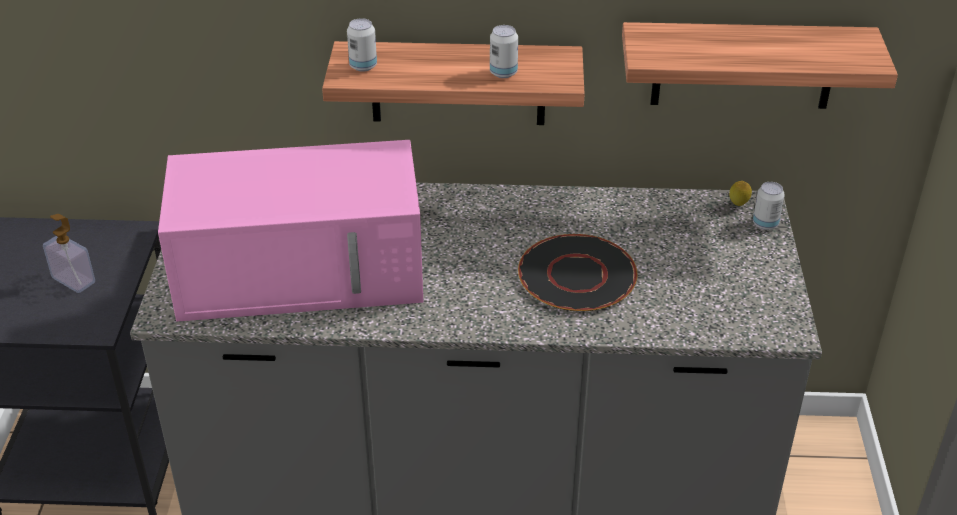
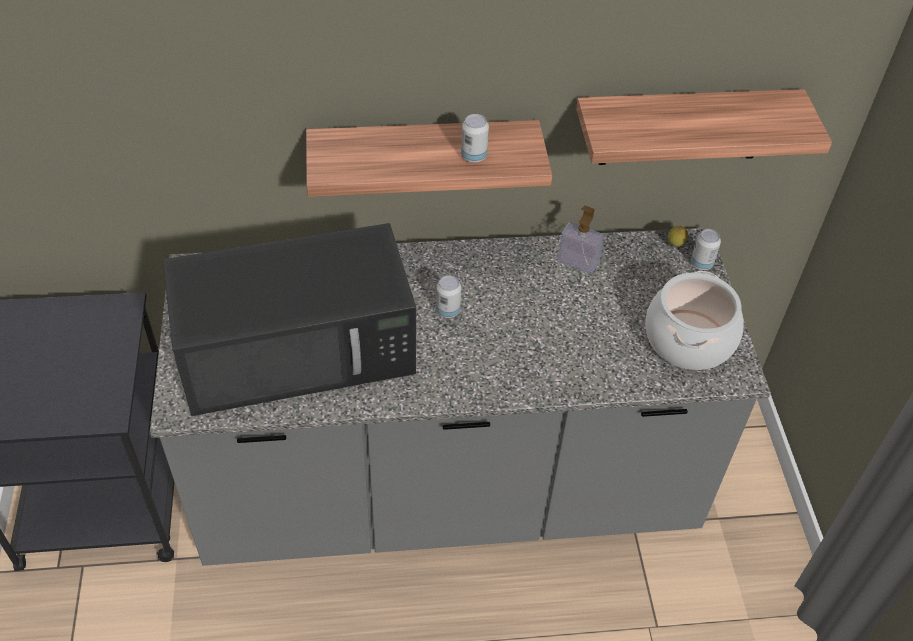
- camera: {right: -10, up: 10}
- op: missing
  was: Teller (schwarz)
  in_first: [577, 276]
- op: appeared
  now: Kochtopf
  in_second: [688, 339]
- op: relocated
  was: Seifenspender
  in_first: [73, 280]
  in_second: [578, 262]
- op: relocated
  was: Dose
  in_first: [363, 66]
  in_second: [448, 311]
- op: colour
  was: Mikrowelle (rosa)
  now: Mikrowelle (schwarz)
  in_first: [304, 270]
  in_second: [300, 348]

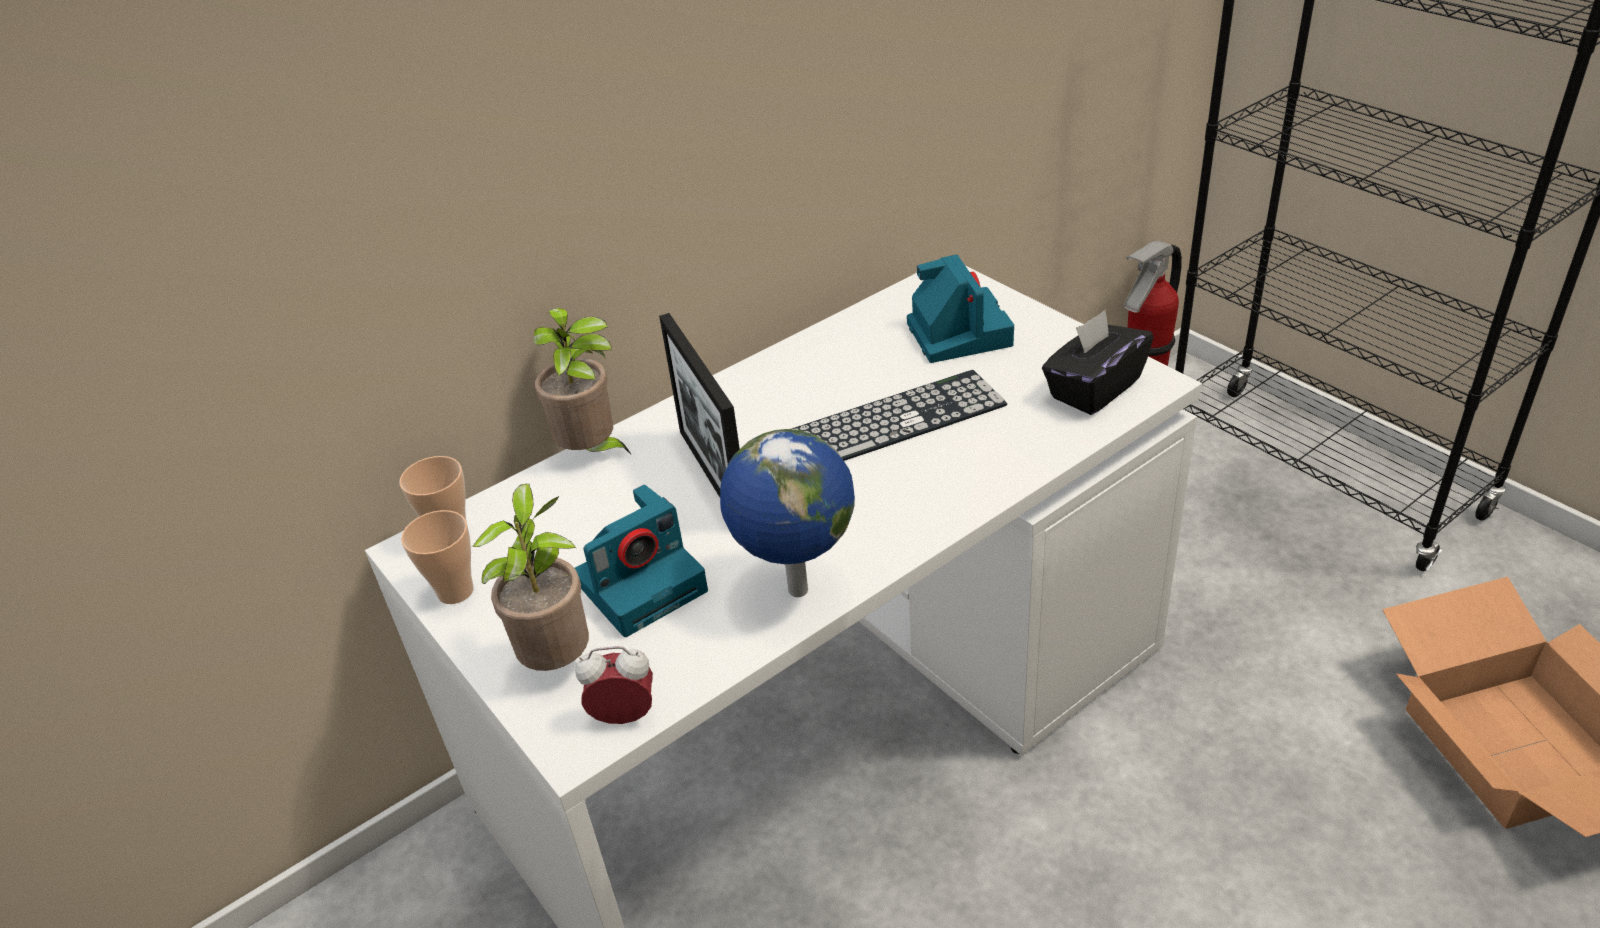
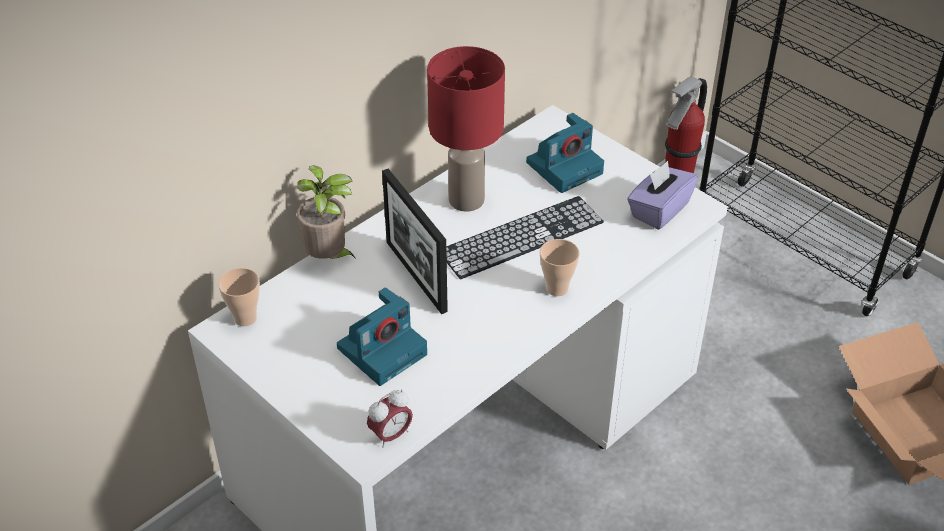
- camera: {right: -10, up: 5}
- op: missing
  was: Topfpflanze
  in_first: [560, 660]
- op: missing
  was: Globus
  in_first: [795, 591]
- op: appeared
  now: Tischlampe (rot)
  in_second: [465, 200]
- op: relocated
  was: Tasse
  in_first: [455, 591]
  in_second: [557, 288]
- op: colour
  was: Taschentuchbox (schwarz)
  now: Taschentuchbox (lila)
  in_first: [1094, 389]
  in_second: [659, 210]
- op: spun
  was: Wecker
  in_first: [625, 716]
  in_second: [391, 435]
  clockwise: 150
- op: spun
  was: Kamera
  in_first: [957, 333]
  in_second: [565, 167]
  clockwise: 75

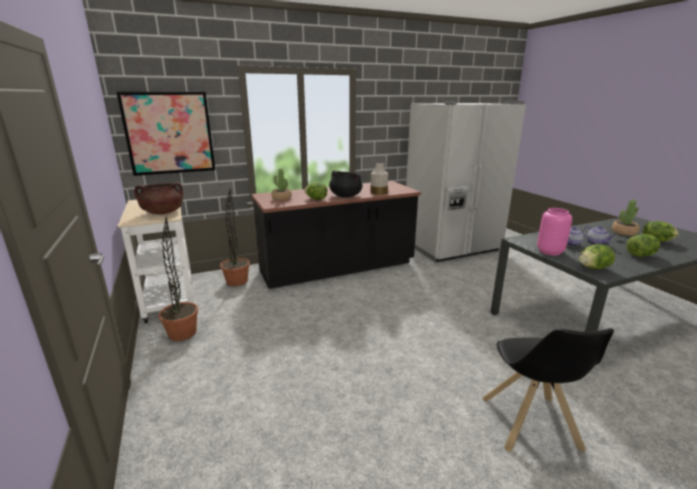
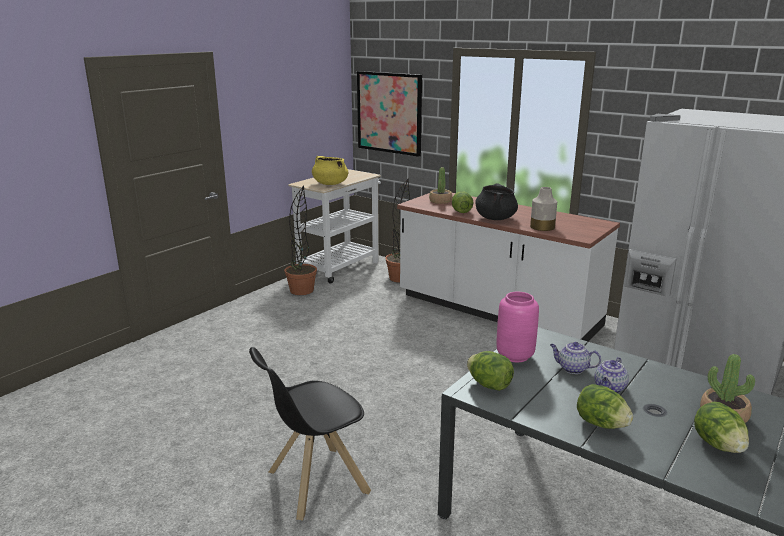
- camera: {right: 60, up: 0}
- op: colour
  was: Kochtopf (braun)
  now: Kochtopf (gelb)
  in_first: [163, 212]
  in_second: [330, 184]
- op: colour
  was: Küchenzeile (schwarz)
  now: Küchenzeile (weiß)
  in_first: [337, 268]
  in_second: [496, 311]

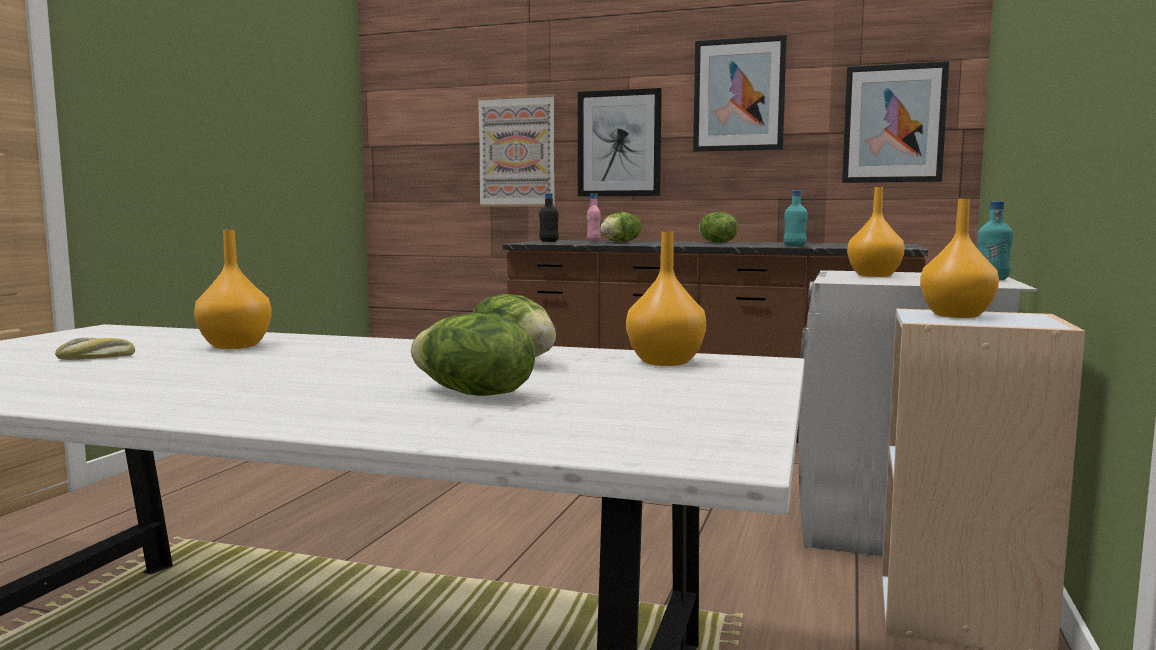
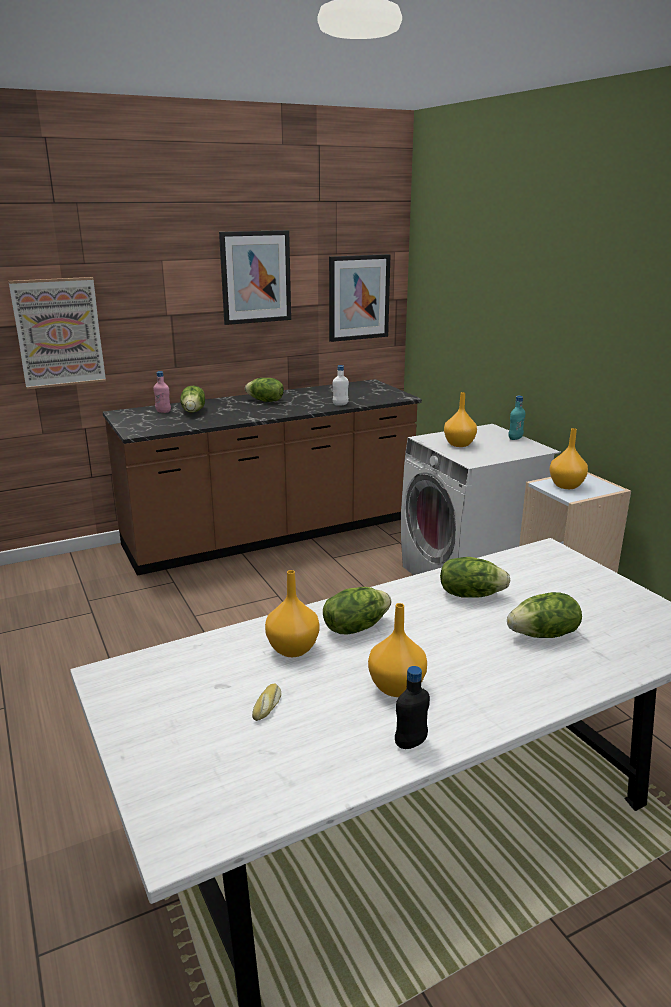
- camera: {right: -45, up: 15}
- op: missing
  was: Bild
  in_first: [619, 143]
- op: appeared
  now: Salatkopf
  in_second: [355, 627]
- op: relocated
  was: Flasche (schwarz)
  in_first: [548, 241]
  in_second: [411, 743]
- op: relocated
  was: Vase (orange)
  in_first: [666, 362]
  in_second: [396, 686]
- op: colour
  was: Flasche (türkis)
  now: Flasche (weiß)
  in_first: [794, 246]
  in_second: [340, 404]

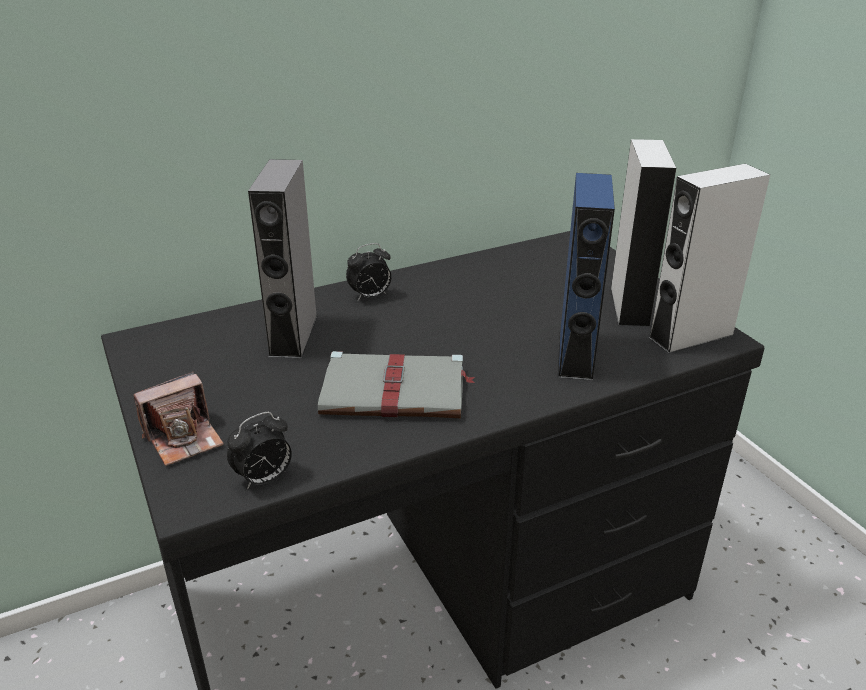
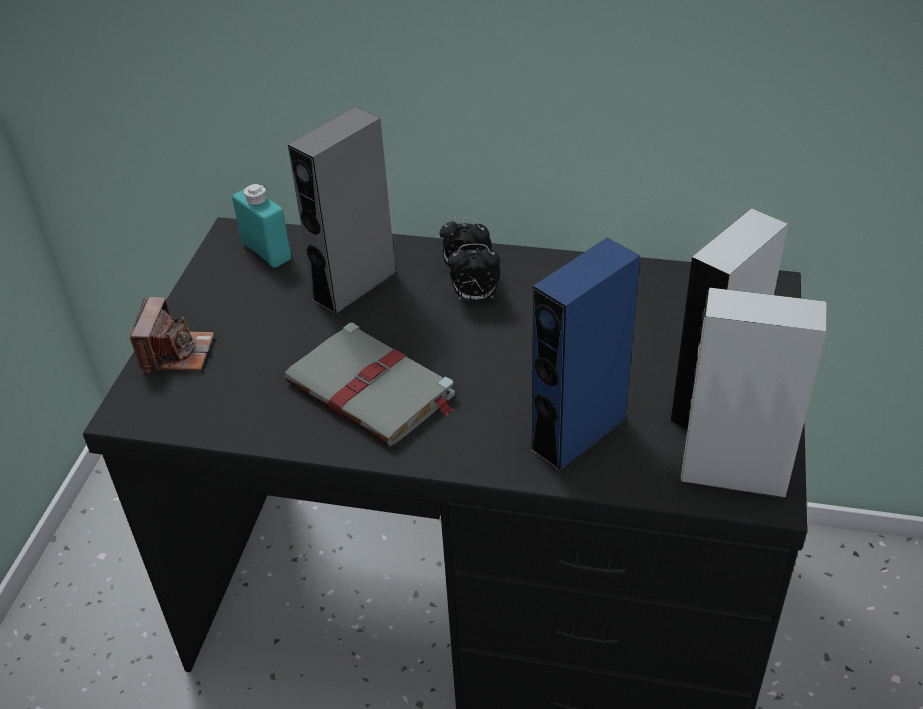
- camera: {right: 40, up: 10}
- op: appeared
  now: Flasche (türkis)
  in_second: [266, 251]
- op: relocated
  was: Wecker
  in_first: [264, 479]
  in_second: [475, 298]
- op: spun
  was: Kamera
  in_first: [184, 438]
  in_second: [176, 352]
  clockwise: -90

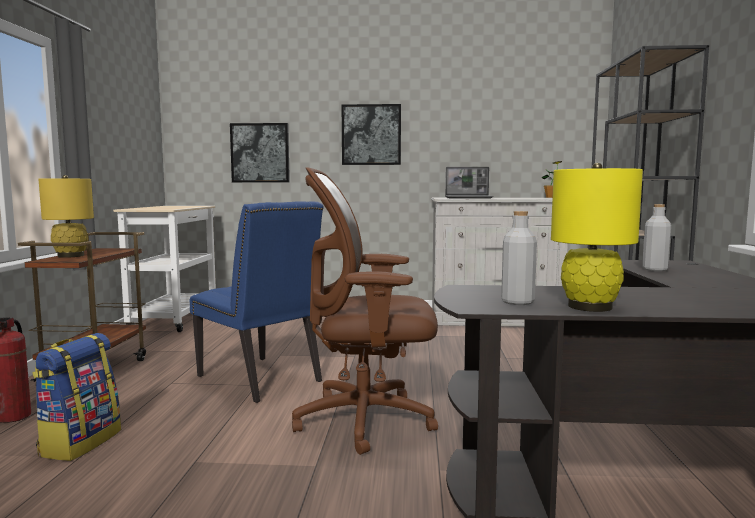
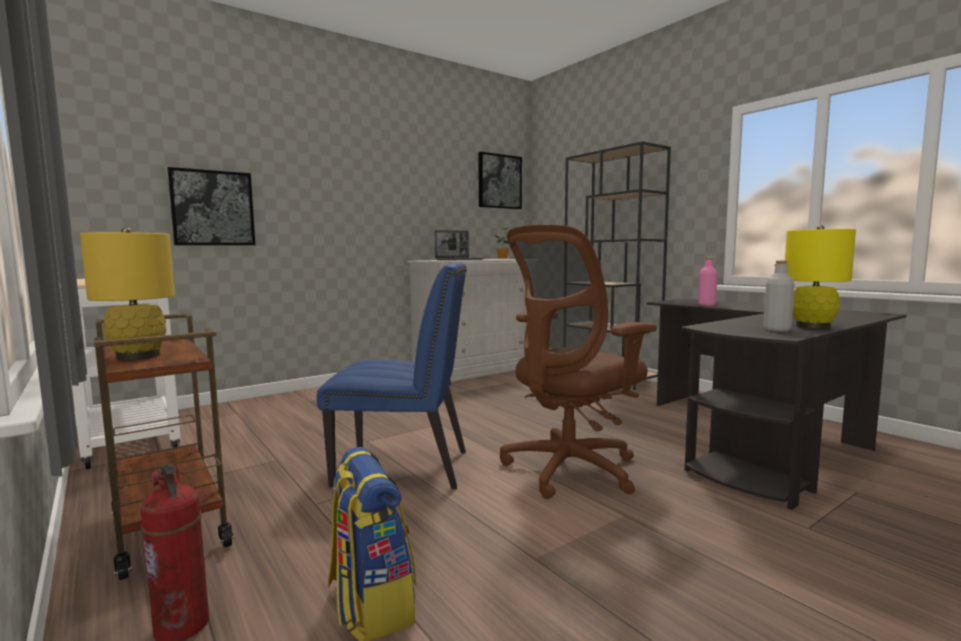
- camera: {right: -40, up: 0}
- op: relocated
  was: Bild
  in_first: [371, 135]
  in_second: [499, 181]
- op: colour
  was: Flasche (grau)
  now: Flasche (rosa)
  in_first: [655, 269]
  in_second: [706, 305]

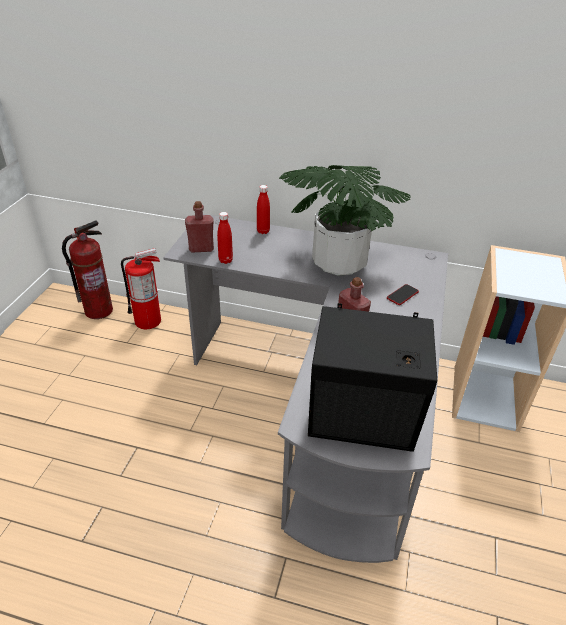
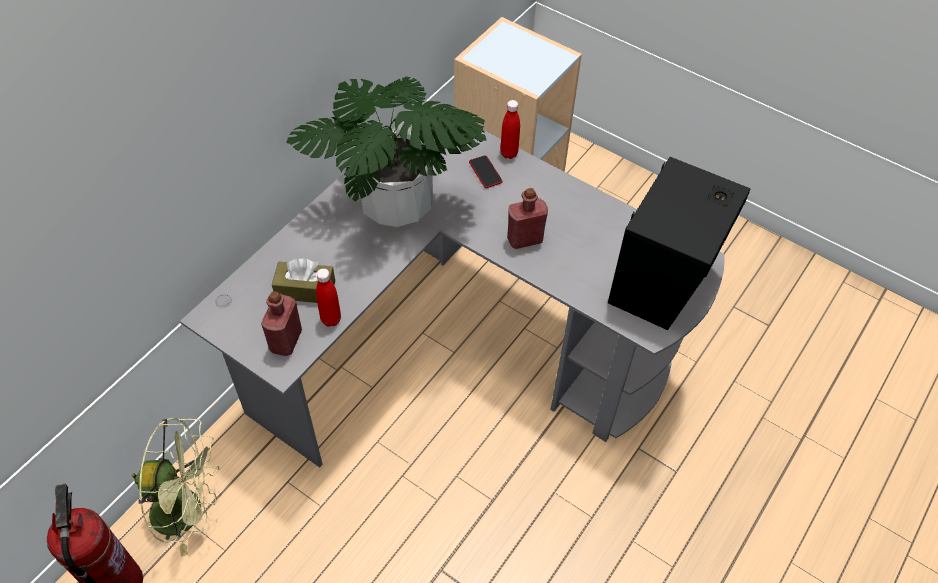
- camera: {right: -70, up: 15}
- op: appeared
  now: Taschentuchbox (braun)
  in_second: [305, 290]
- op: relocated
  was: Flasche (rot)
  in_first: [263, 231]
  in_second: [509, 153]
- op: exchanged
  was: Feuerlöscher
  now: Ventilator (grün)
  in_first: [148, 321]
  in_second: [189, 510]

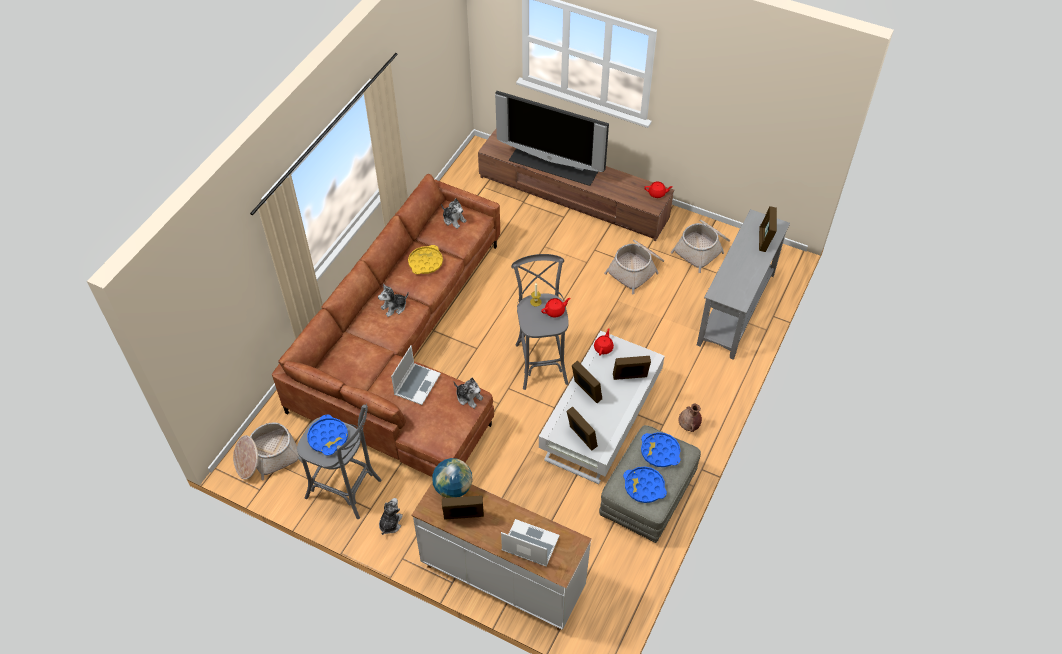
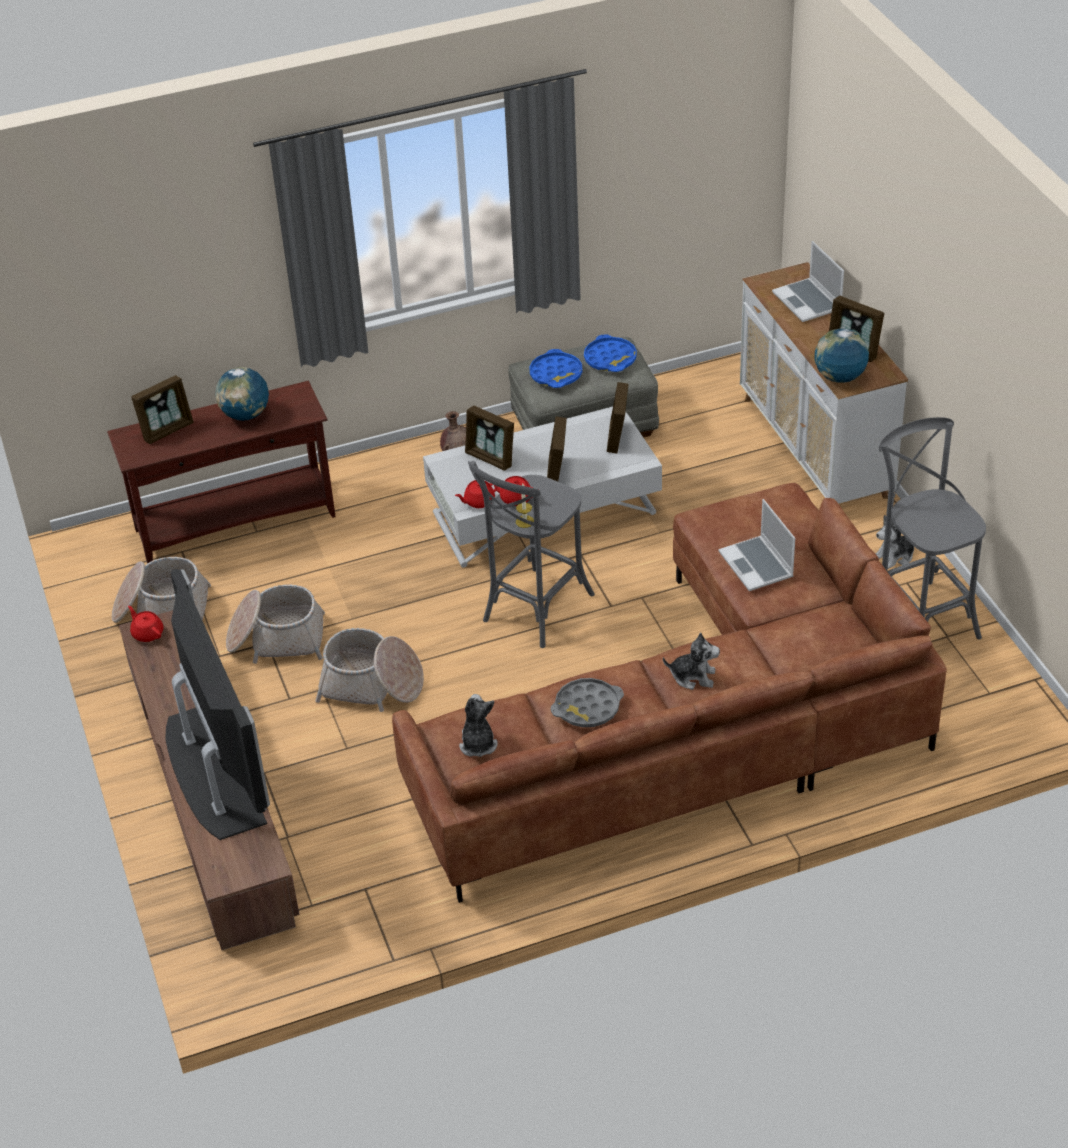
- camera: {right: -135, up: -10}
- op: missing
  was: Tablett (blau)
  in_first: [328, 437]
- op: missing
  was: Plüschtier
  in_first: [469, 397]
- op: appeared
  now: Globus
  in_second: [245, 414]
- op: relocated
  was: Korb
  in_first: [267, 458]
  in_second: [372, 685]
- op: colour
  was: Tablett (gelb)
  now: Tablett (grau)
  in_first: [425, 262]
  in_second: [587, 707]
- op: colour
  was: Konsolentisch (grau)
  now: Konsolentisch (braun)
  in_first: [736, 310]
  in_second: [236, 522]
- op: spun
  was: Laptop
  in_first: [417, 384]
  in_second: [757, 565]
  clockwise: -90

